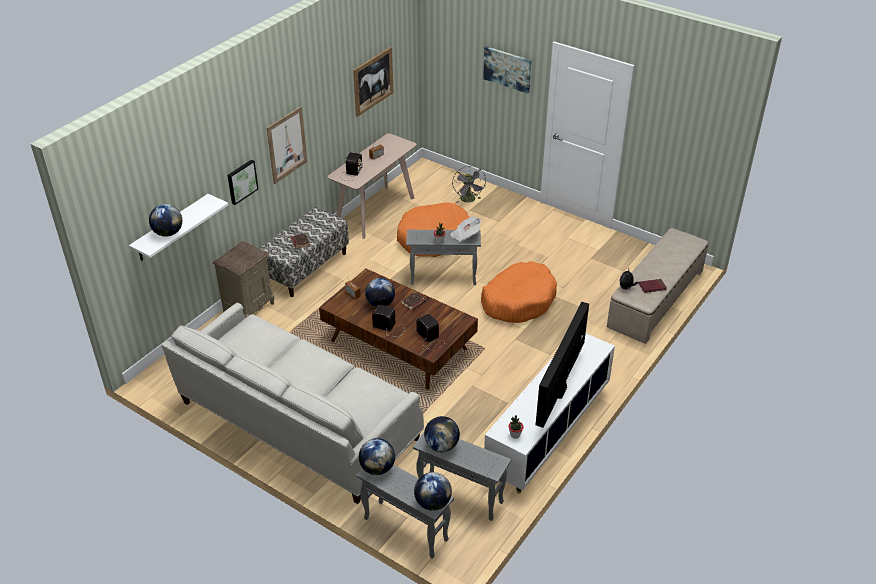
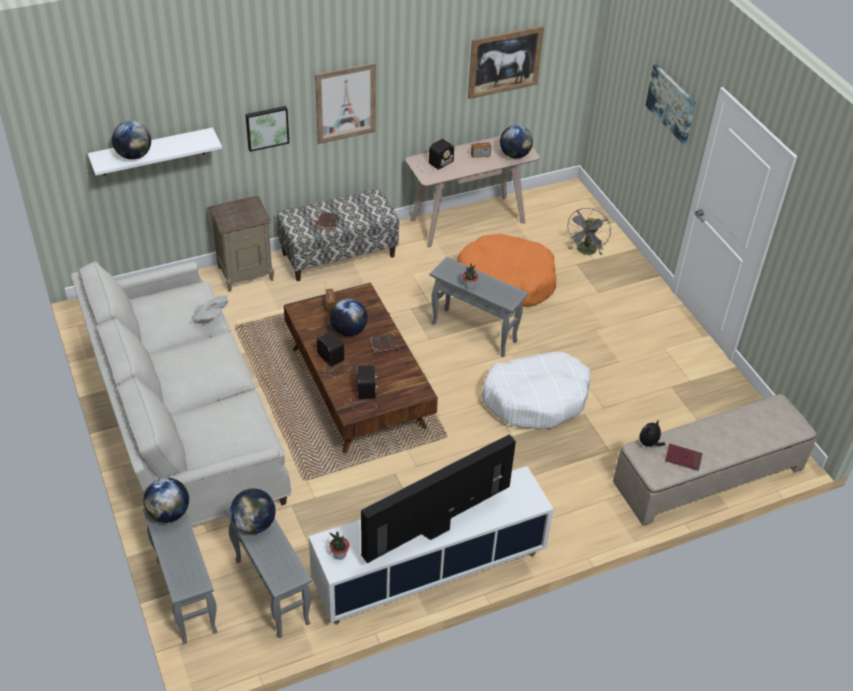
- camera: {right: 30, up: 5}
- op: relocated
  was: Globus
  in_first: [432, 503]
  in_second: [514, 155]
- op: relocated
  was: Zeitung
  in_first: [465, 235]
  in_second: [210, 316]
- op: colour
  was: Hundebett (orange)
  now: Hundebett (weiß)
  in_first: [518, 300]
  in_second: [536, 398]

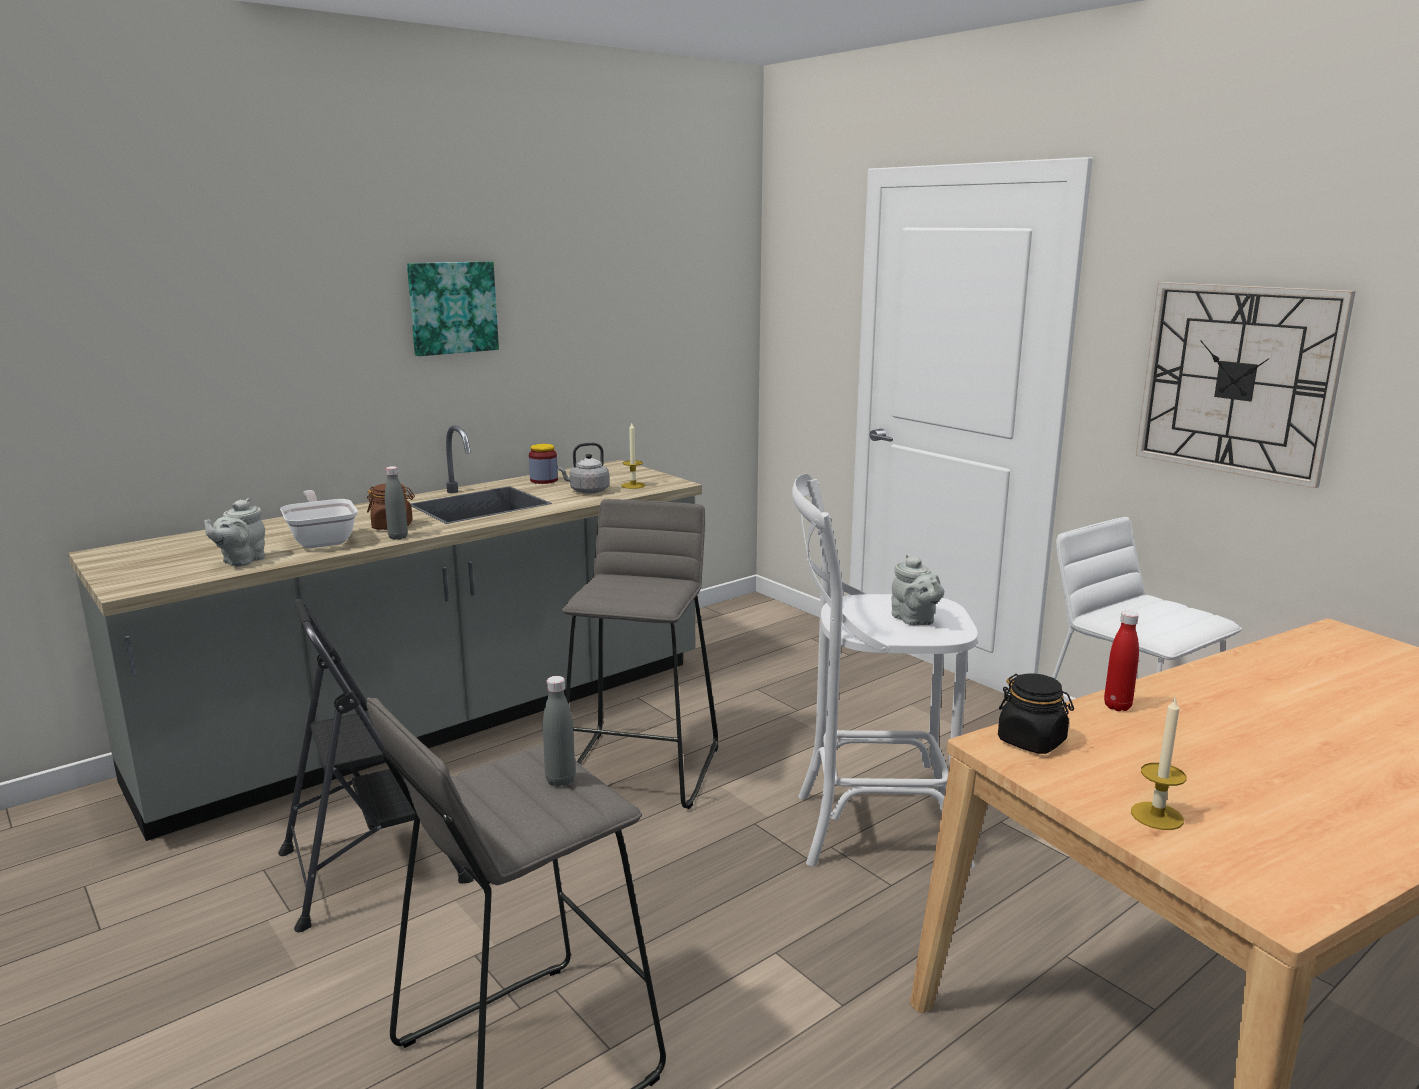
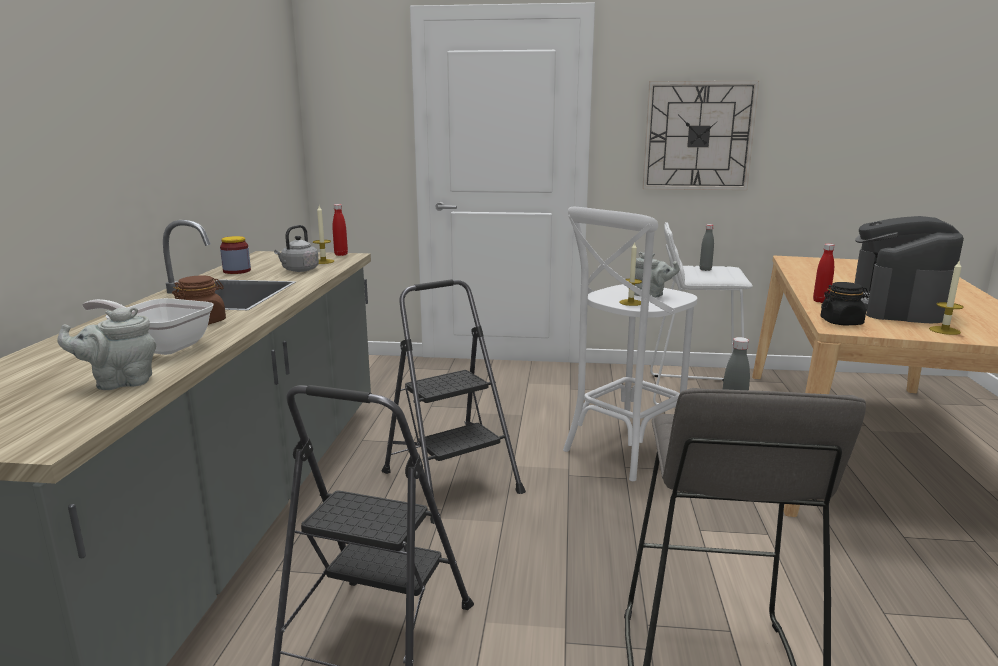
- camera: {right: -45, up: 0}
- op: missing
  was: Bild
  in_first: [452, 307]
- op: appeared
  now: Flasche (rot)
  in_second: [341, 254]
- op: appeared
  now: Kerze
  in_second: [630, 302]
- op: appeared
  now: Kaffeemaschine
  in_second: [895, 307]
- op: relocated
  was: Flasche (grau)
  in_first: [398, 537]
  in_second: [705, 269]
- op: exchanged
  was: Hocker (grau)
  now: Trittleiter (schwarz)
  in_first: [642, 769]
  in_second: [449, 478]
- op: spun
  was: Teekanne (grau)
  in_first: [241, 561]
  in_second: [120, 382]
  clockwise: 90

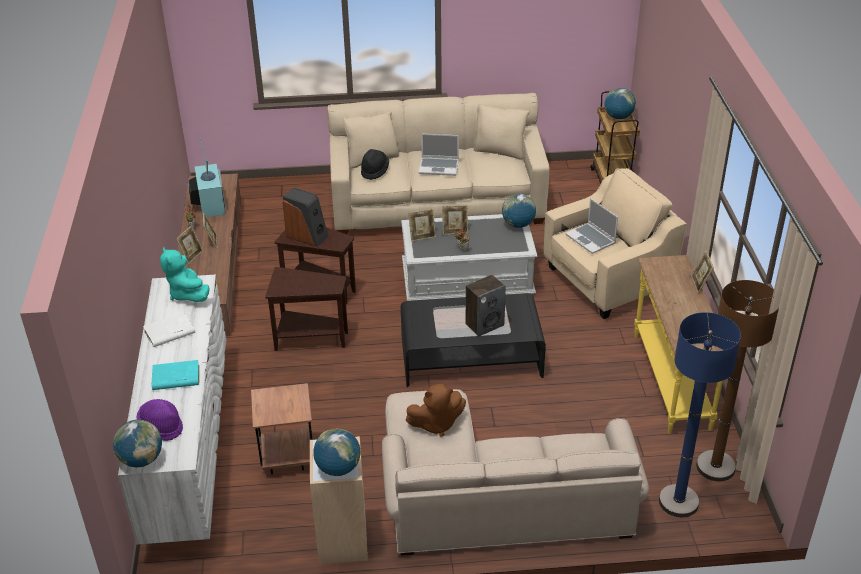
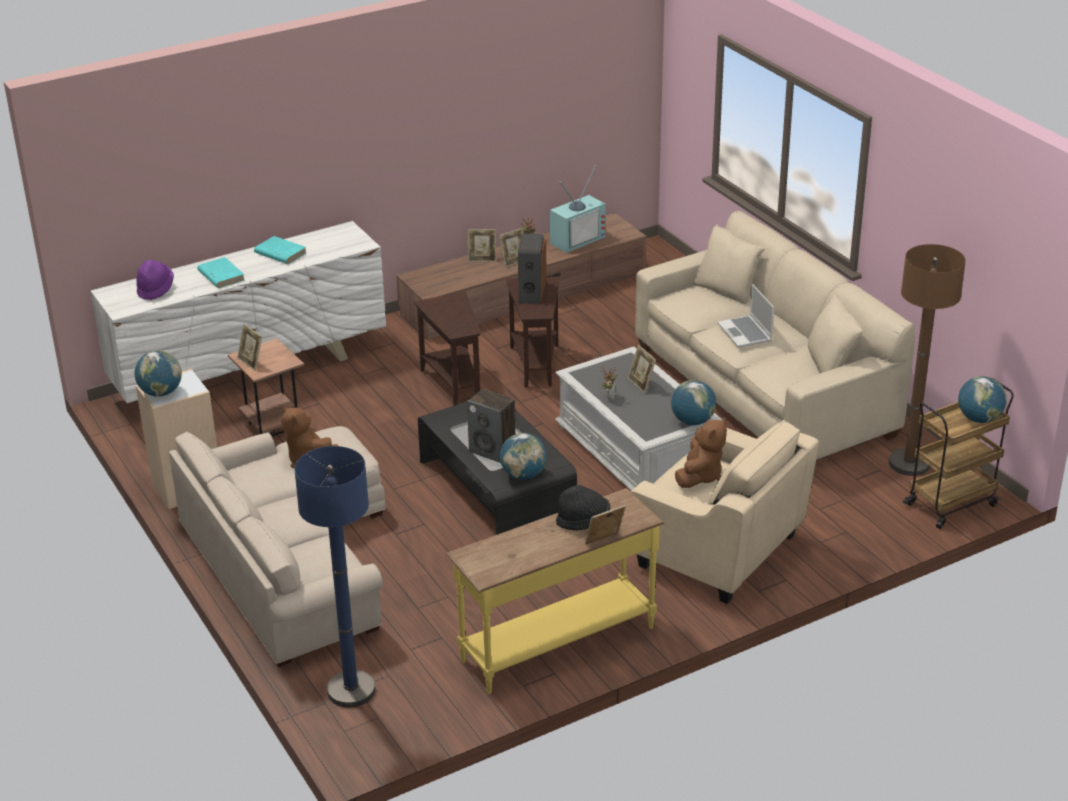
- camera: {right: 65, up: -5}
- op: missing
  was: Plüschtier (türkis)
  in_first: [187, 294]
- op: relocated
  was: Globus
  in_first: [141, 460]
  in_second: [523, 475]
- op: relocated
  was: Hut (schwarz)
  in_first: [374, 171]
  in_second: [583, 521]
- op: relocated
  was: Bilderrahmen
  in_first: [422, 236]
  in_second: [251, 362]
- op: relocated
  was: Stehlampe (braun)
  in_first: [715, 467]
  in_second: [909, 463]
- op: exchanged
  was: Laptop
  now: Plüschtier (braun)
  in_first: [591, 239]
  in_second: [700, 476]
- op: colour
  was: Buch (weiß)
  now: Buch (türkis)
  in_first: [169, 332]
  in_second: [280, 253]

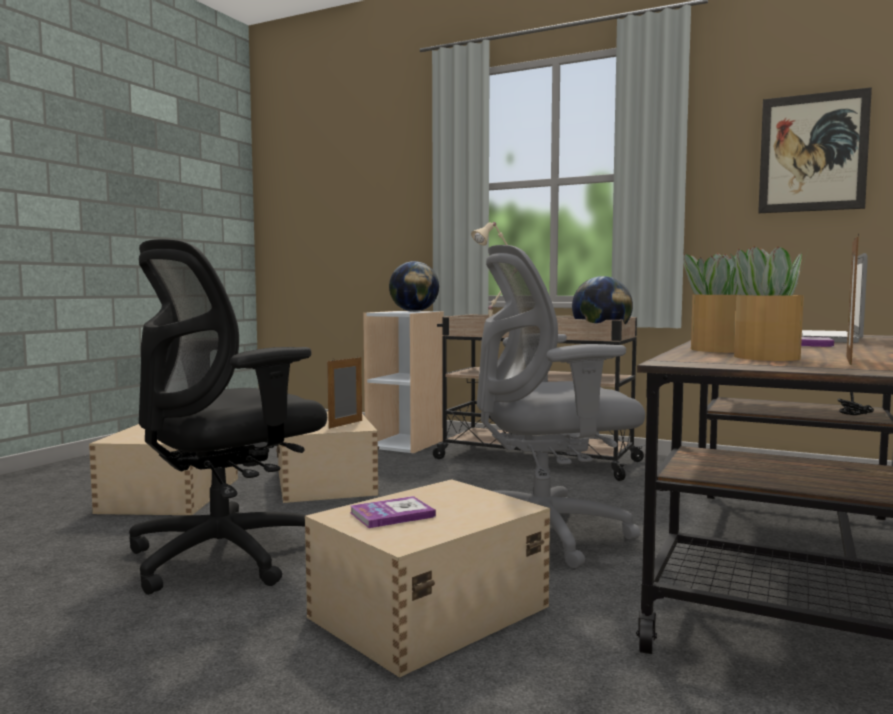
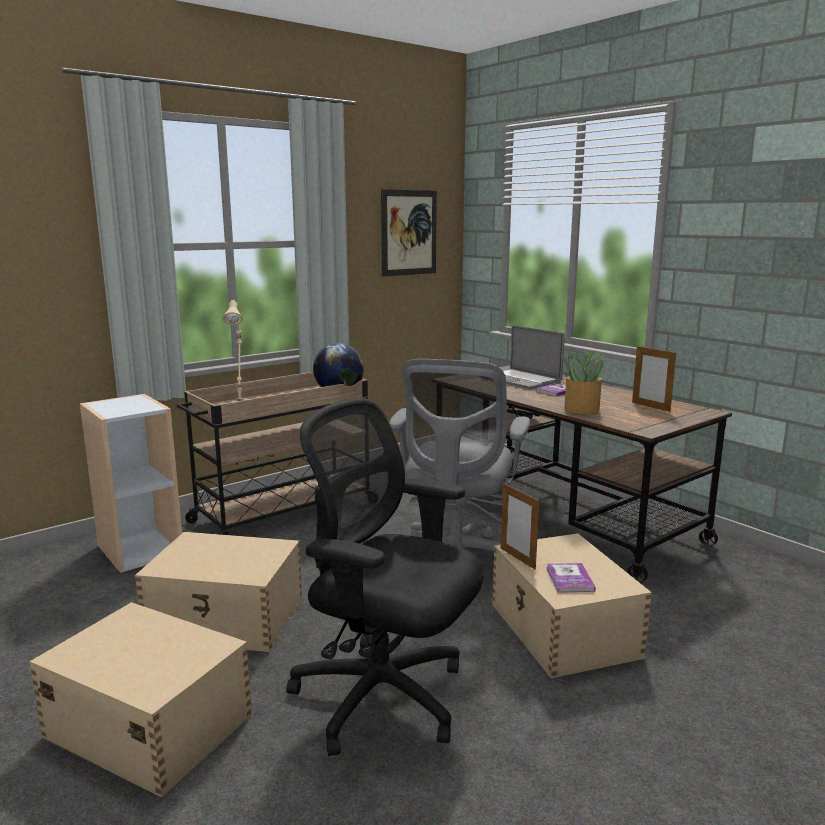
- camera: {right: -65, up: 10}
- op: missing
  was: Globus
  in_first: [414, 311]
- op: missing
  was: Topfpflanze
  in_first: [766, 357]
- op: relocated
  was: Bilderrahmen
  in_first: [345, 424]
  in_second: [517, 558]
- op: spun
  was: Bürostuhl (schwarz)
  in_first: [234, 552]
  in_second: [391, 697]
  clockwise: 135

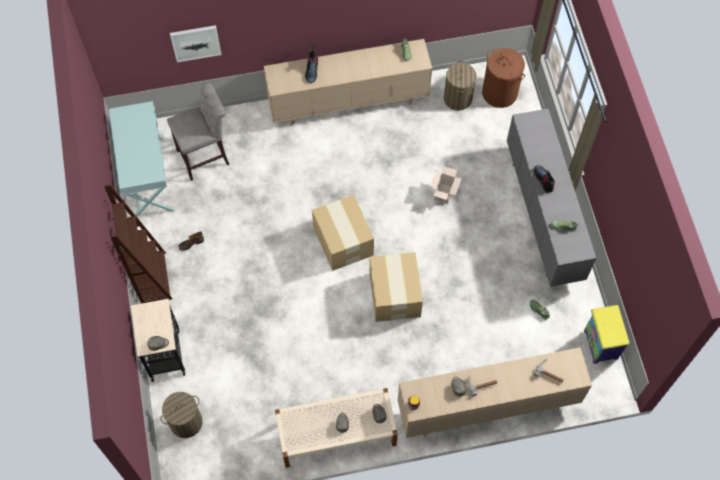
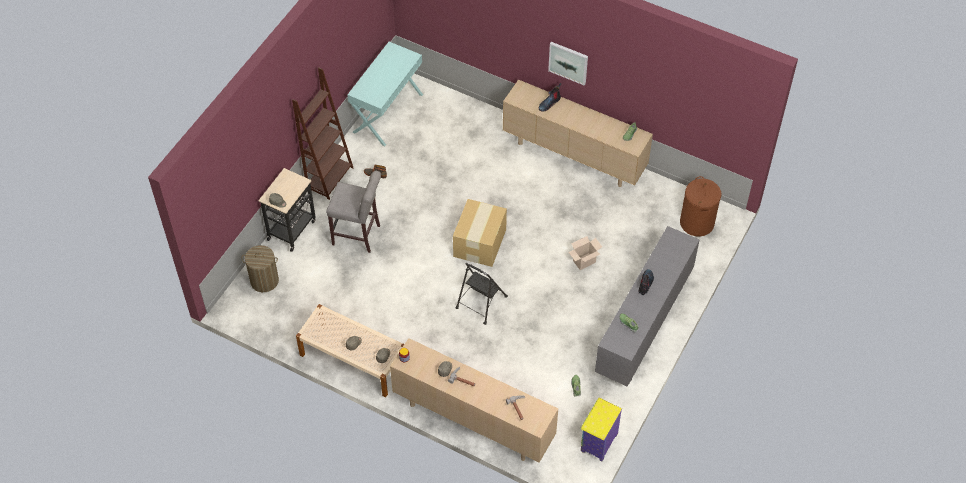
- camera: {right: 40, up: -10}
- op: missing
  was: Wäschekorb
  in_first: [457, 98]
- op: relocated
  was: Hocker (grau)
  in_first: [206, 157]
  in_second: [359, 236]
- op: relocated
  was: Bild
  in_first: [195, 42]
  in_second: [568, 62]
- op: exchanged
  was: Karton
  now: Trittleiter (schwarz)
  in_first: [394, 295]
  in_second: [480, 302]

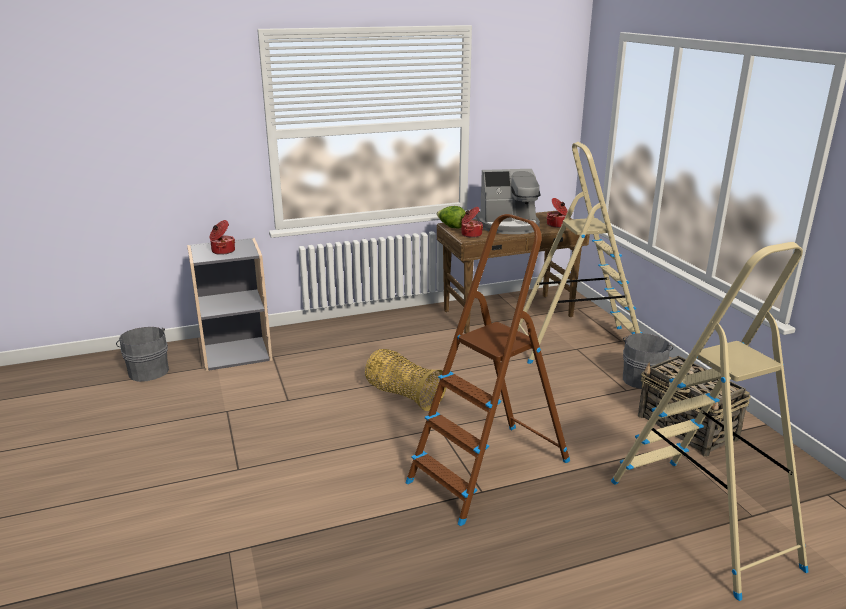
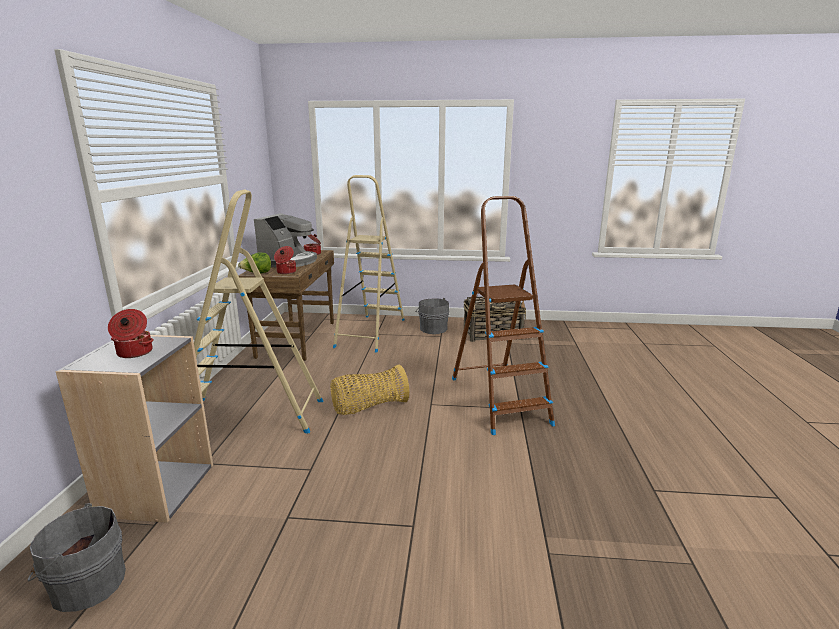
- camera: {right: -65, up: -5}
- op: relocated
  was: Trittleiter (beige)
  in_first: [700, 522]
  in_second: [250, 415]

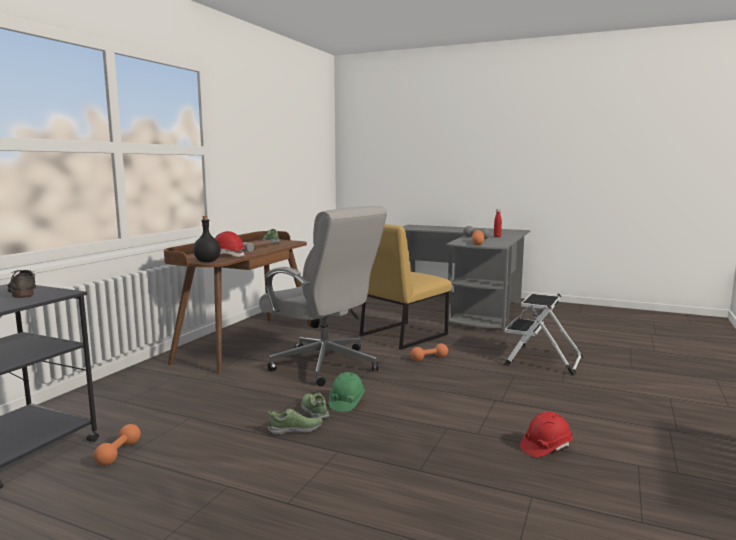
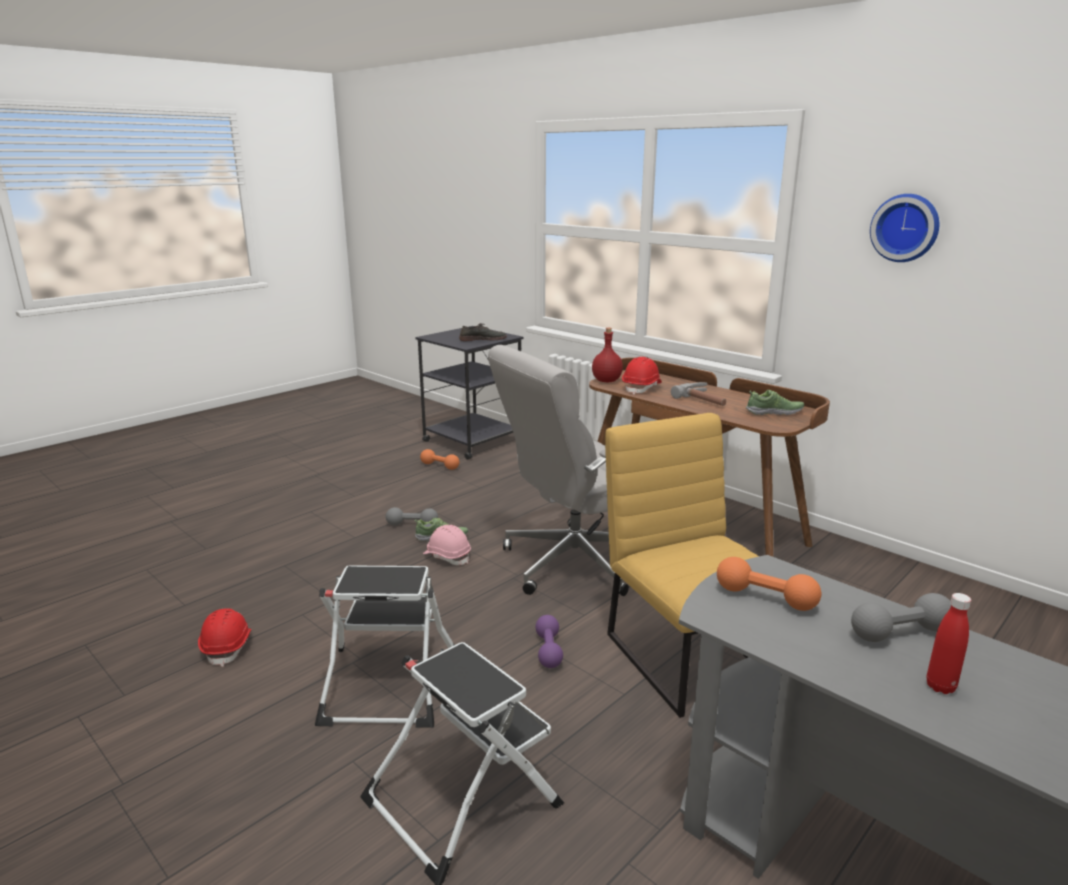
- camera: {right: 110, up: 10}
- op: appeared
  now: Trittleiter
  in_second: [387, 681]
- op: appeared
  now: Wanduhr
  in_second: [905, 228]
- op: exchanged
  was: Schuh
  now: Hantel (grau)
  in_first: [295, 430]
  in_second: [412, 525]
- op: colour
  was: Flasche (schwarz)
  now: Flasche (rot)
  in_first: [207, 261]
  in_second: [607, 381]
- op: colour
  was: Schutzhelm (grün)
  now: Schutzhelm (rosa)
  in_first: [346, 402]
  in_second: [447, 556]
- op: colour
  was: Hantel (orange)
  now: Hantel (lila)
  in_first: [429, 358]
  in_second: [548, 650]

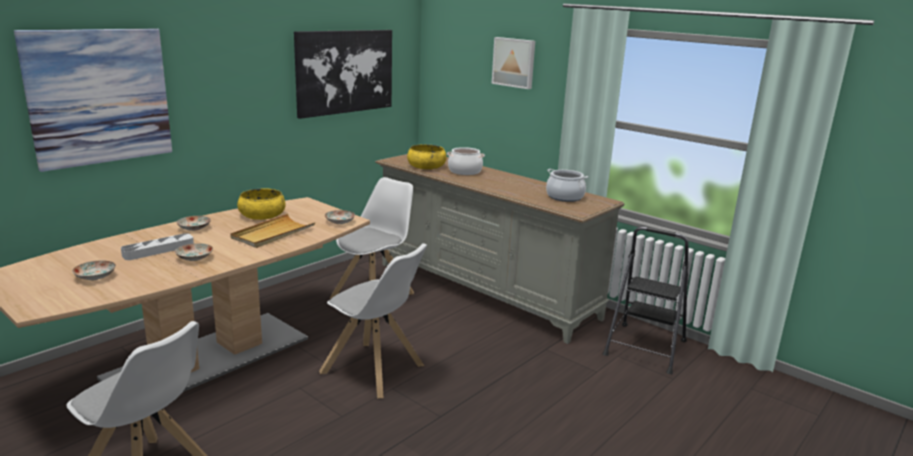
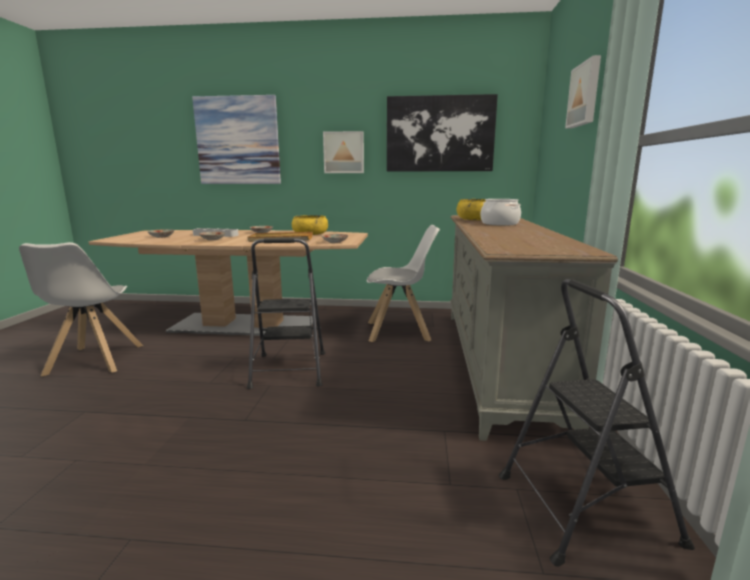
- camera: {right: 55, up: -5}
- op: missing
  was: Kochtopf
  in_first: [564, 197]
- op: appeared
  now: Bild
  in_second: [344, 152]
- op: exchanged
  was: Stuhl
  now: Trittleiter (schwarz)
  in_first: [375, 370]
  in_second: [288, 370]

